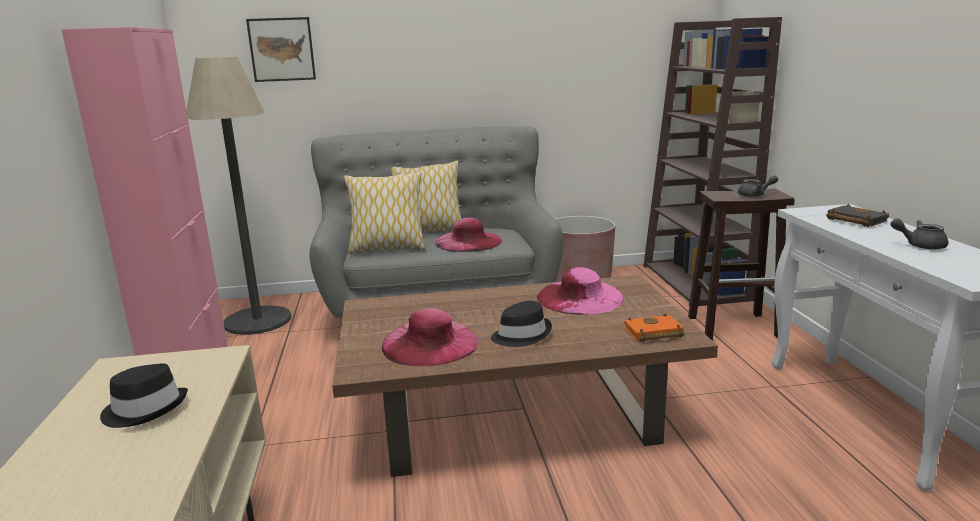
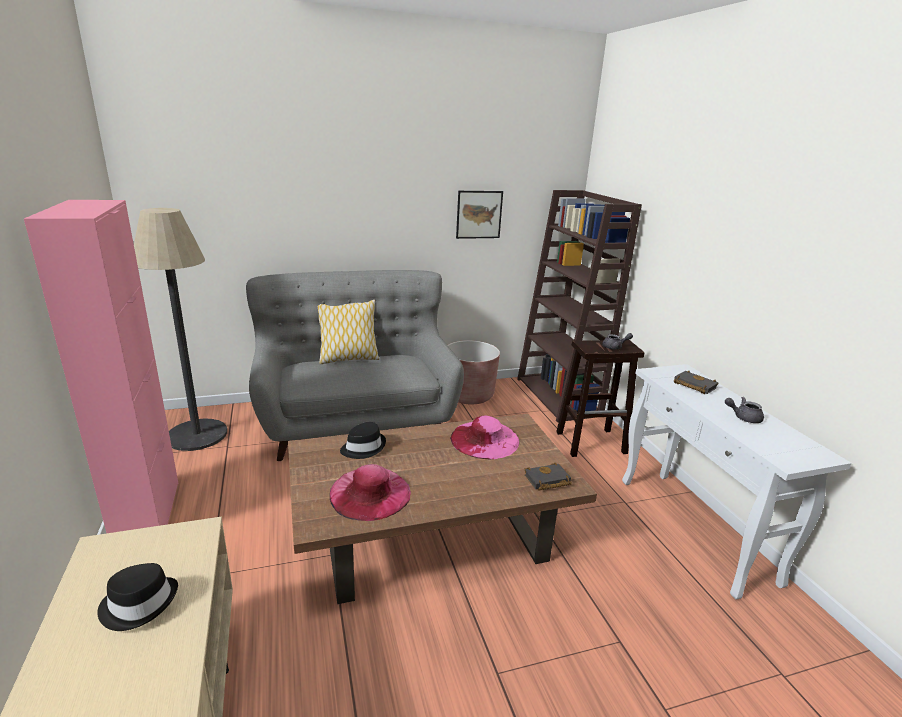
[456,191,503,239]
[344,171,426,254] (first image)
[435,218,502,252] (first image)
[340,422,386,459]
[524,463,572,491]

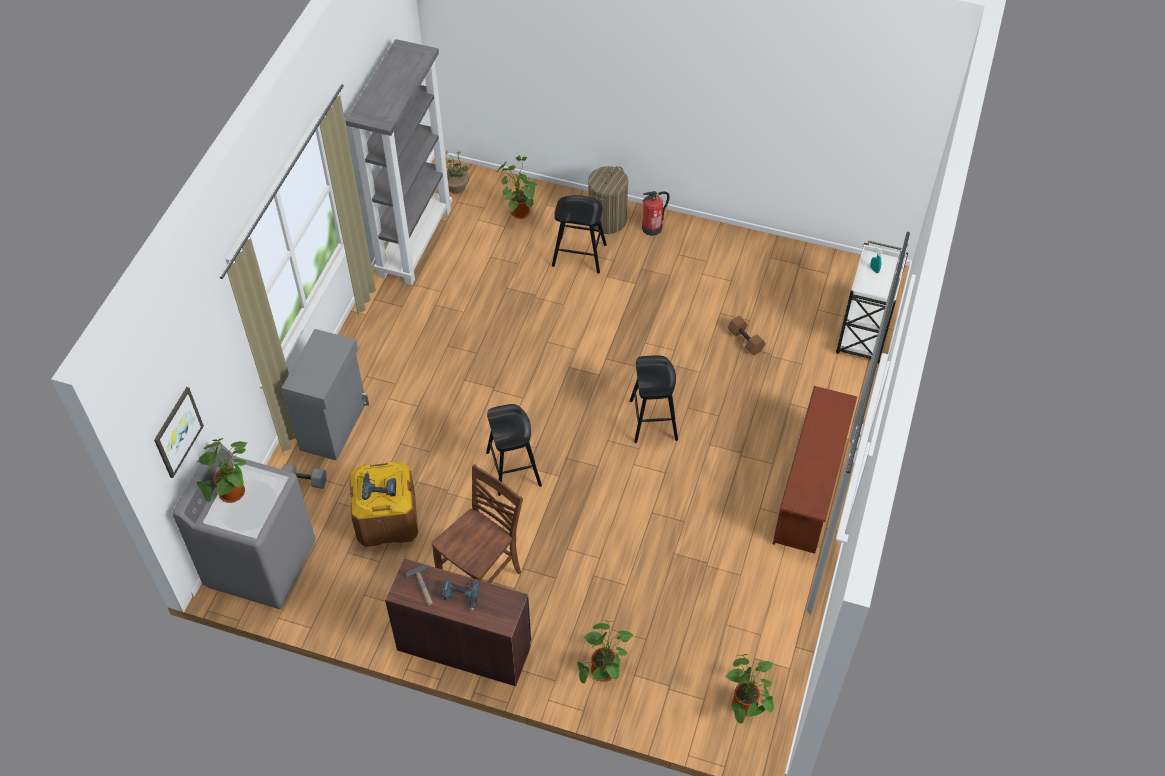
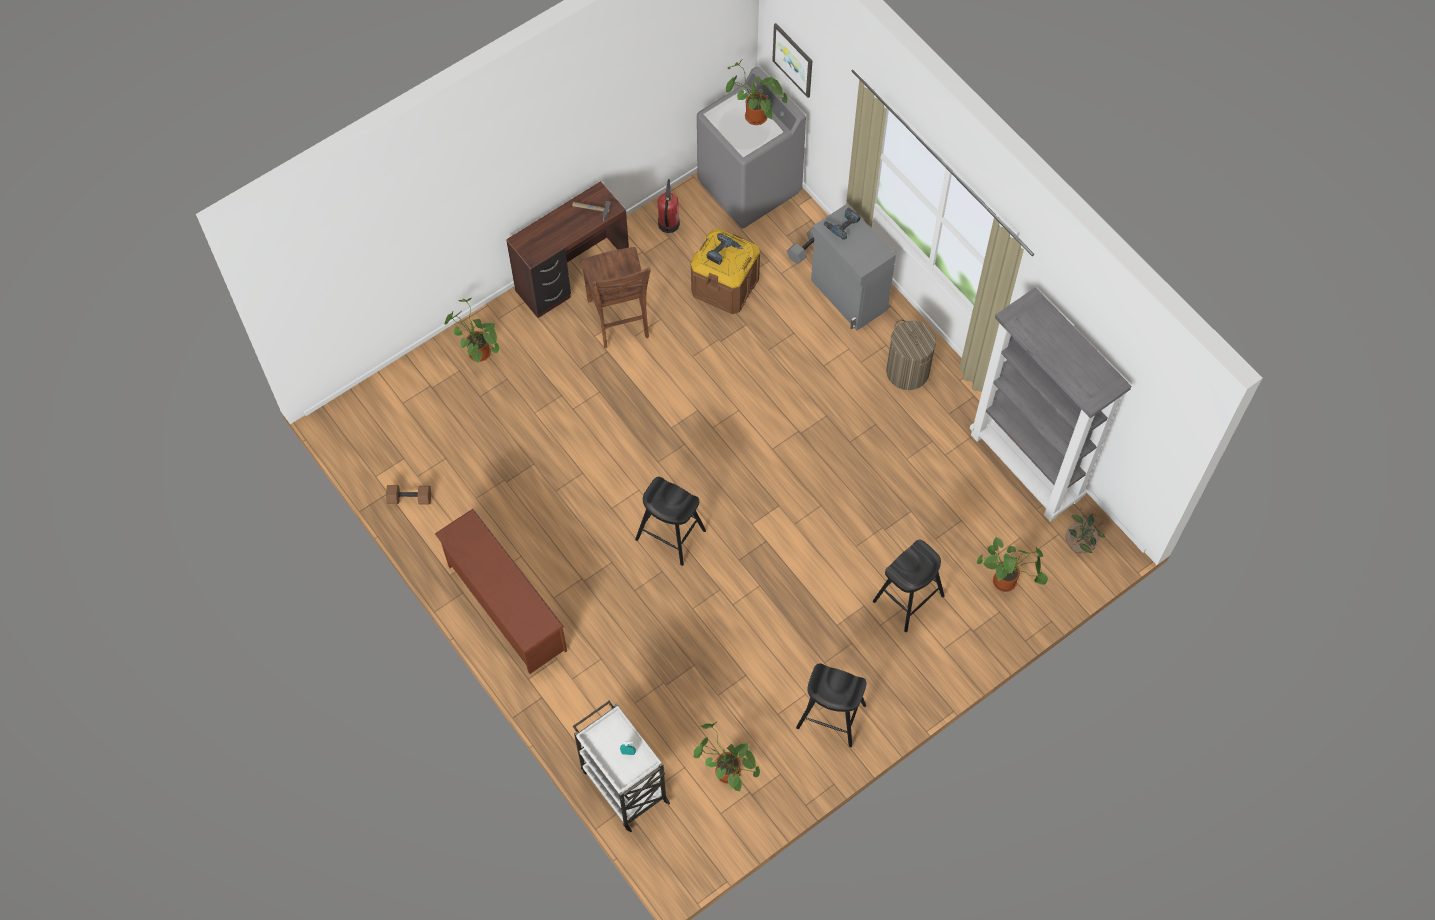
[886,319,936,390]
[658,179,680,233]
[386,485,431,505]
[796,663,866,747]
[822,208,860,240]
[694,721,760,792]

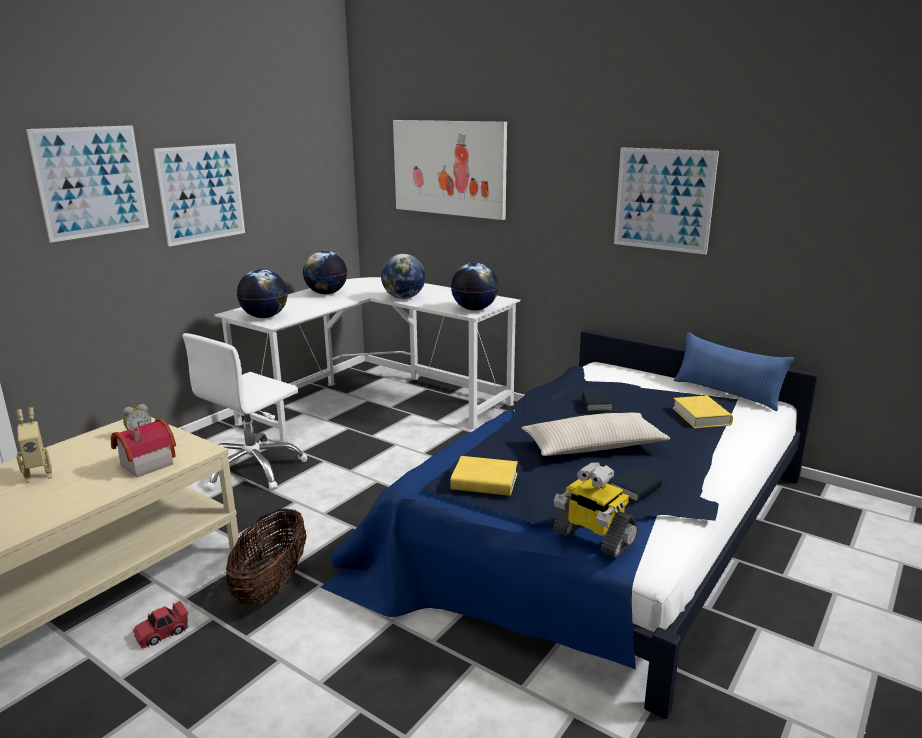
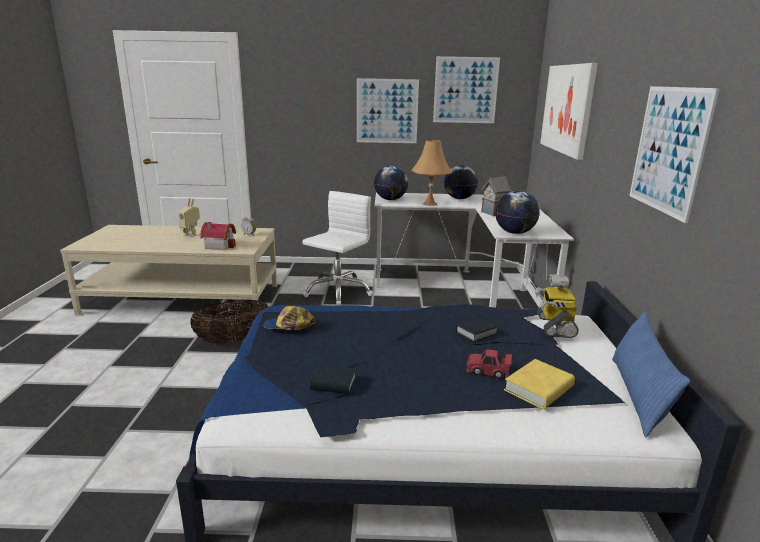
[433,56,500,123]
[481,176,512,217]
[302,191,373,306]
[522,412,670,456] (first image)
[263,306,316,330]
[535,274,578,338]
[466,349,512,379]
[412,140,452,206]

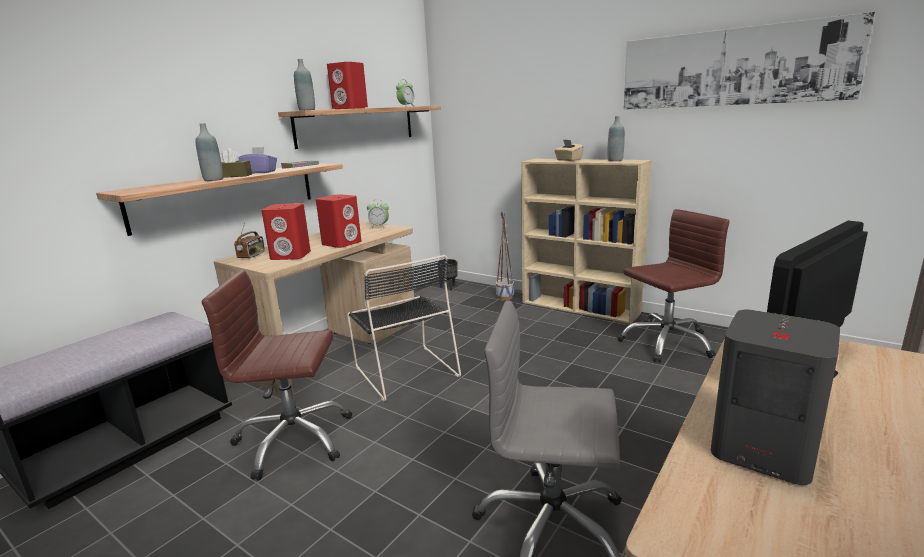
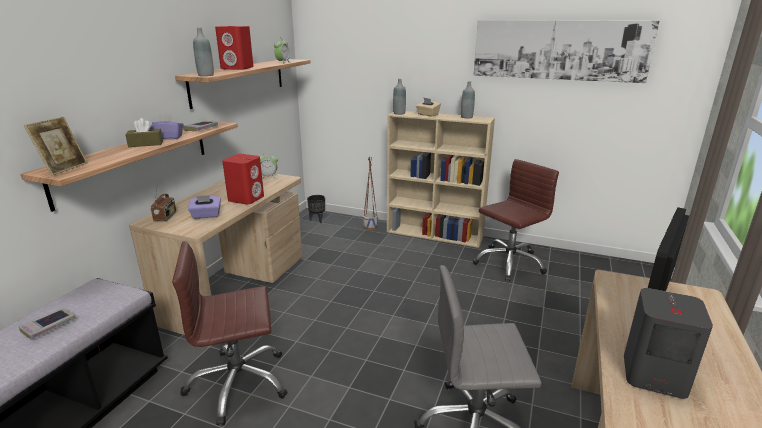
[393,79,406,115]
[188,195,221,219]
[347,255,461,401] (first image)
[24,117,88,176]
[18,308,76,340]

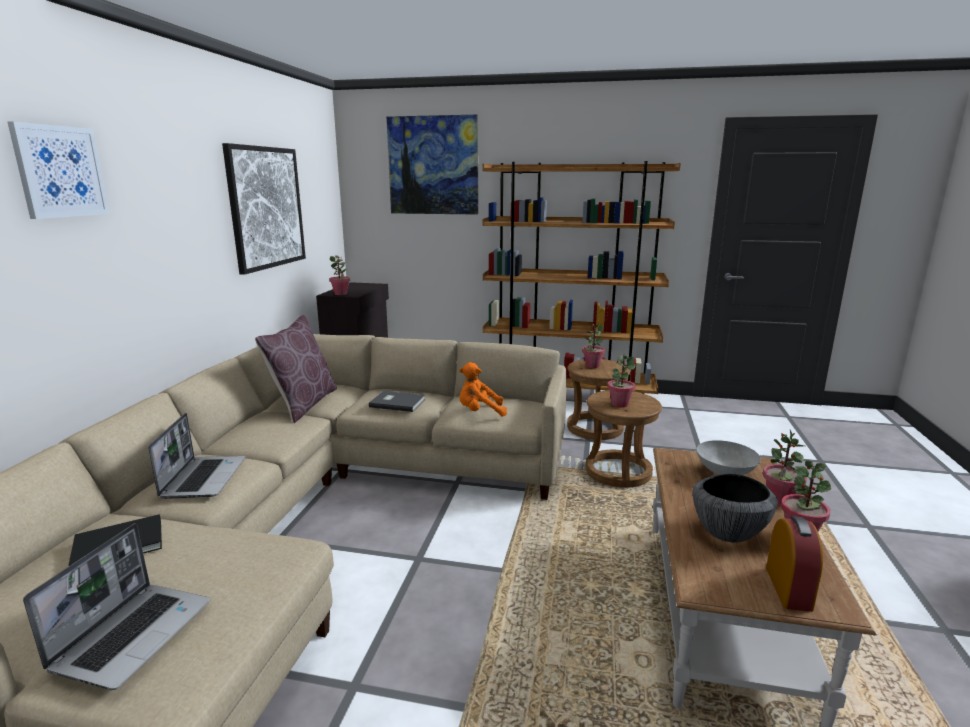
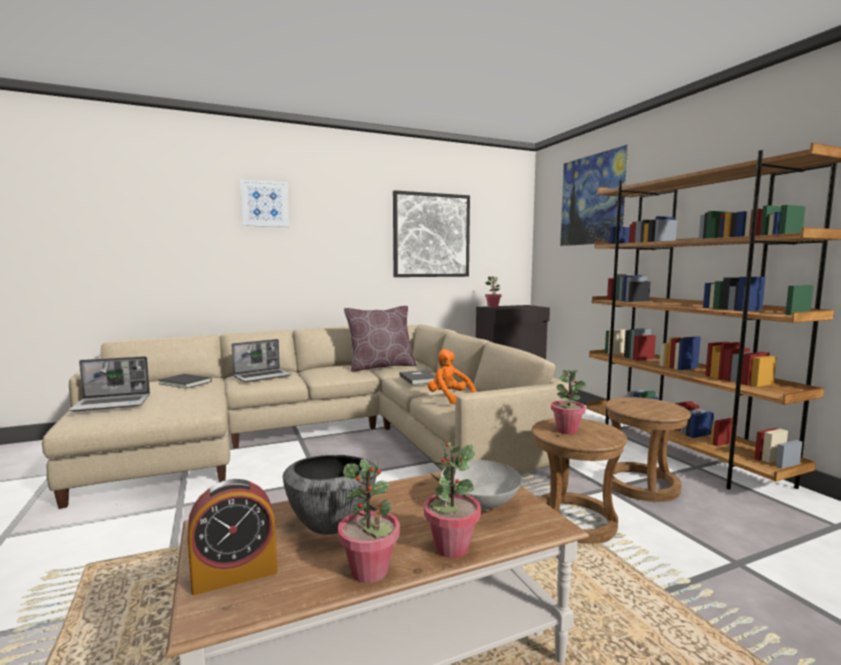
[582,324,605,368] (first image)

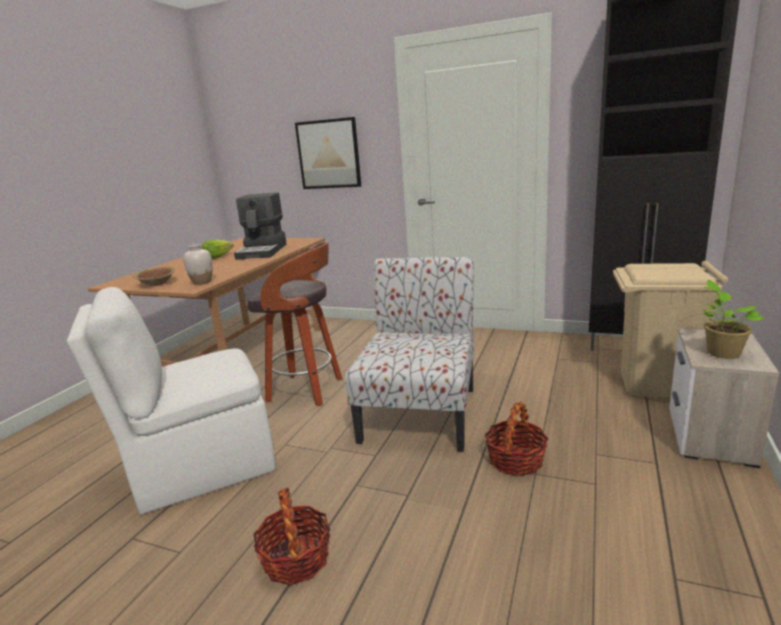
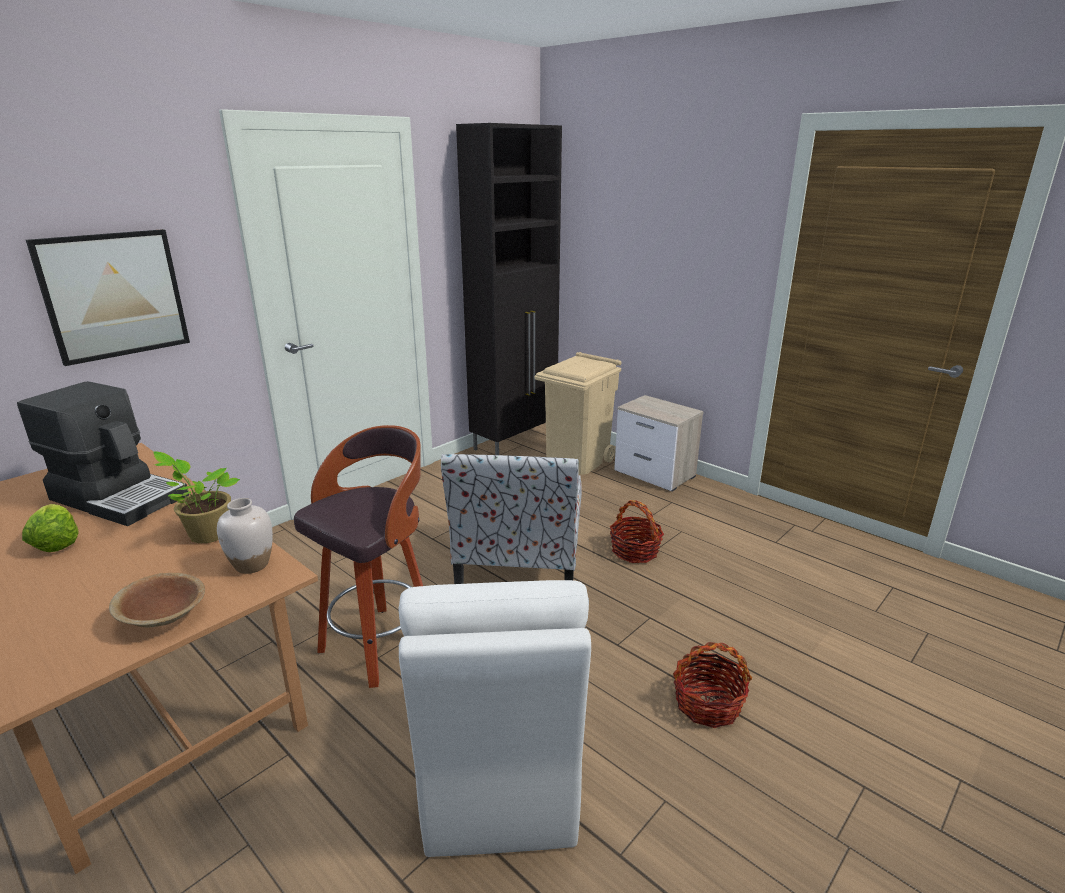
[441,454,582,584]
[153,451,240,543]

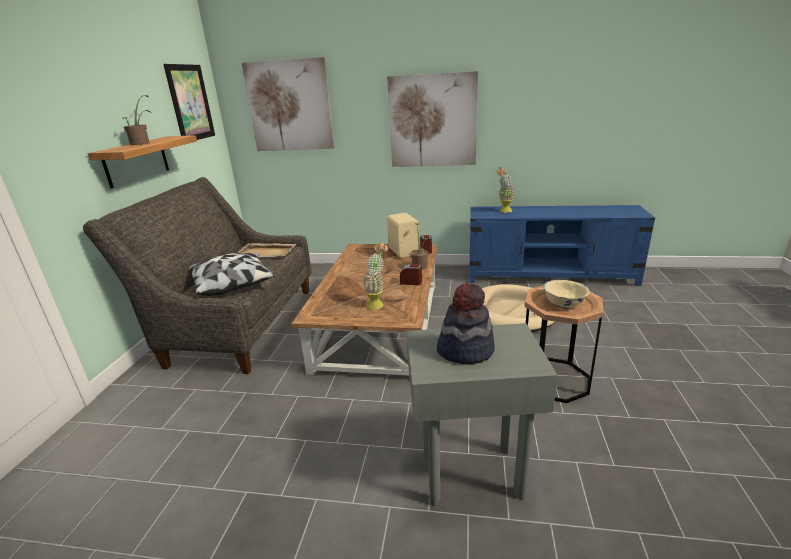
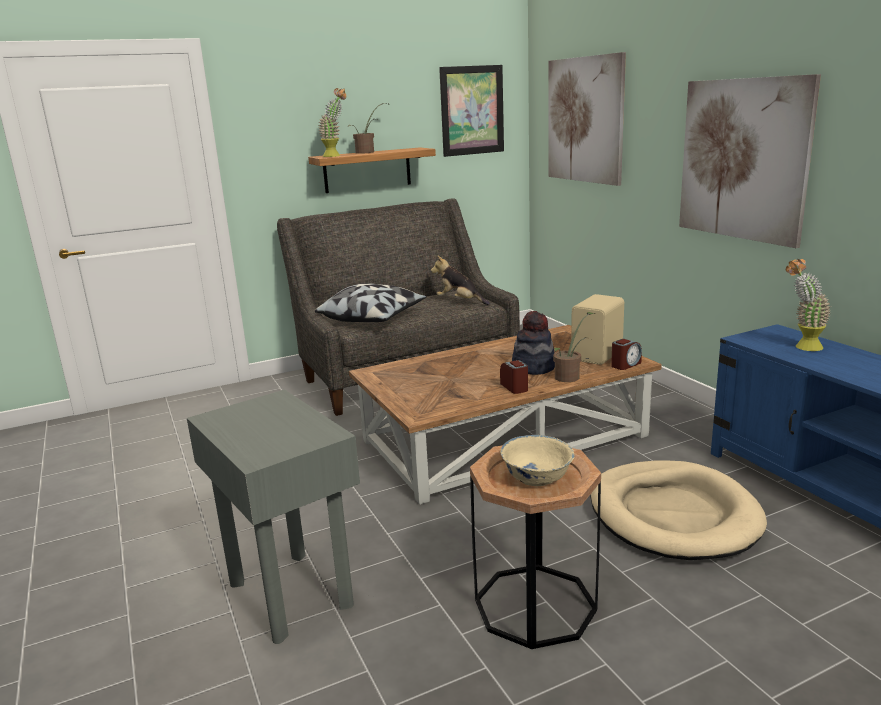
[318,88,346,157]
[431,256,490,305]
[512,311,555,375]

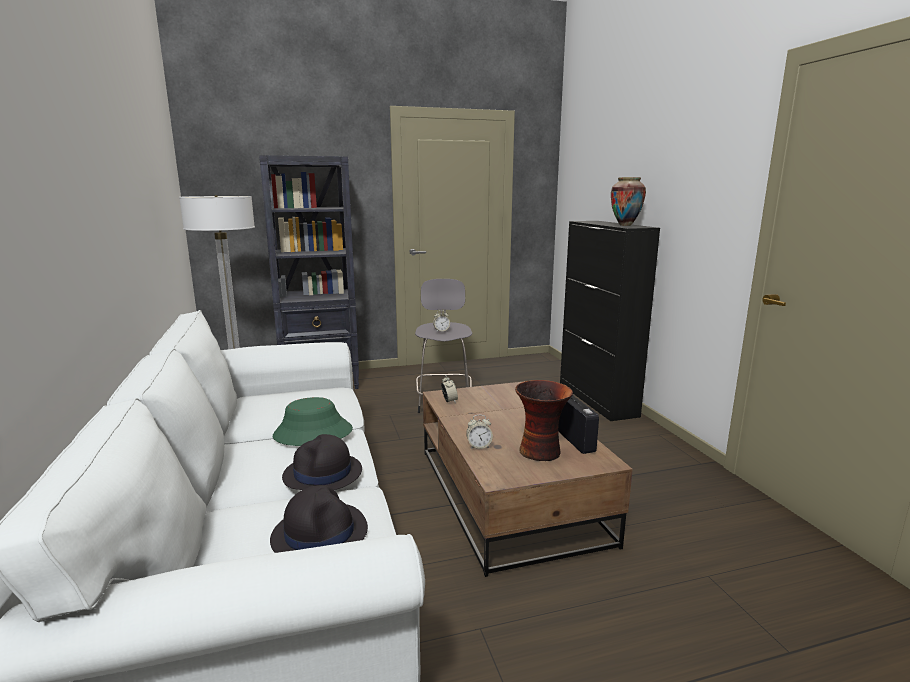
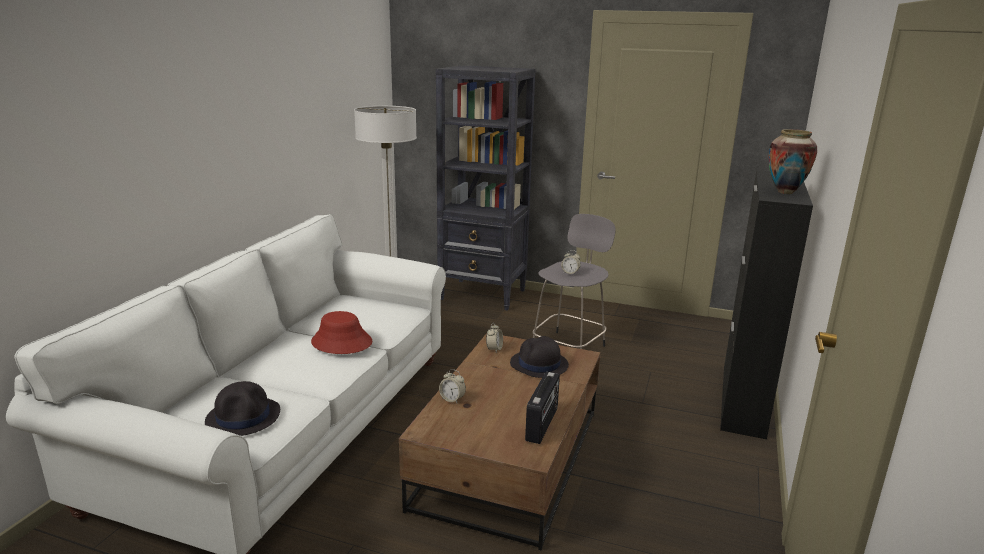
[515,380,573,461] (first image)
[311,311,372,354]
[510,336,569,378]

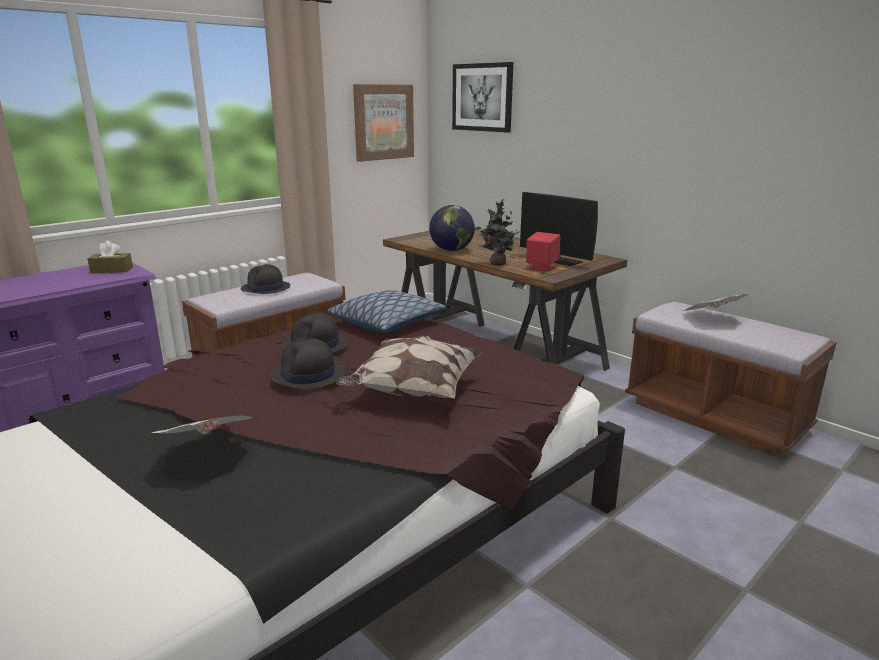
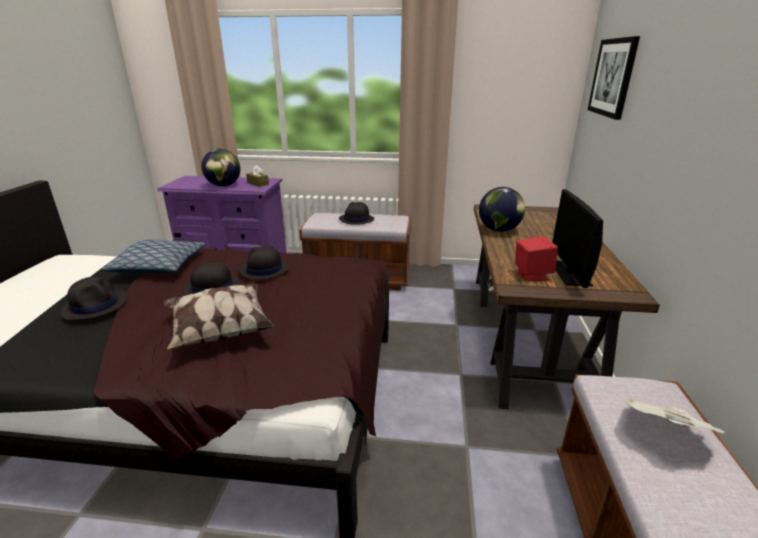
[353,84,414,162] (first image)
[475,199,521,265] (first image)
[102,239,205,273]
[61,277,127,320]
[201,149,240,186]

